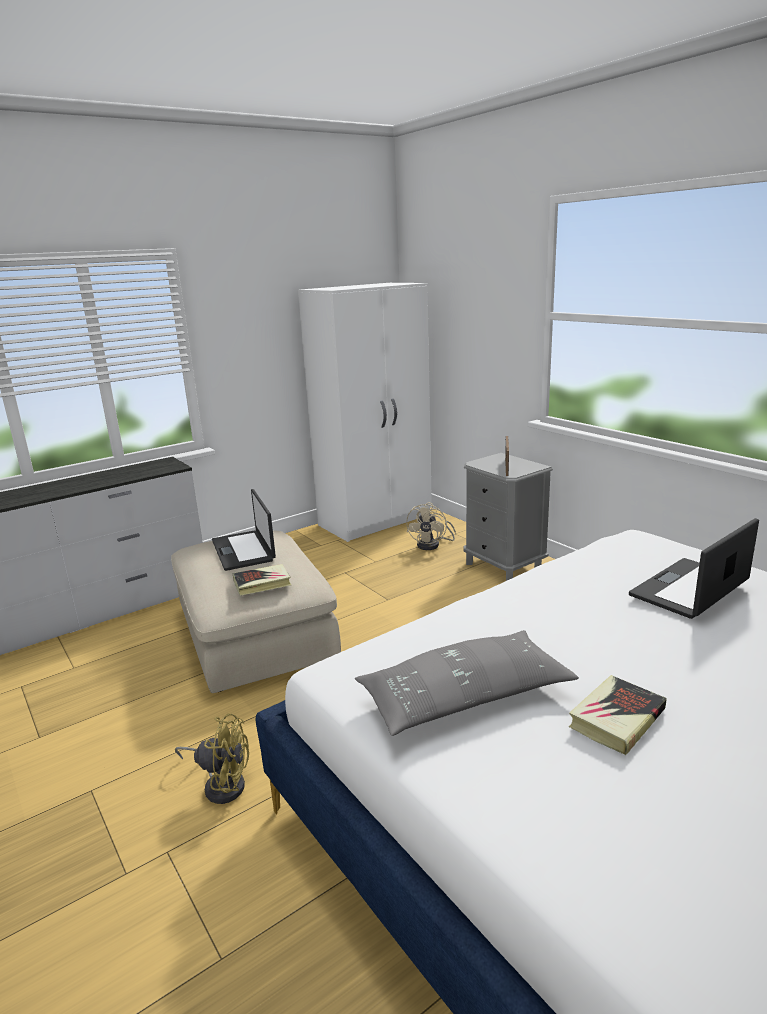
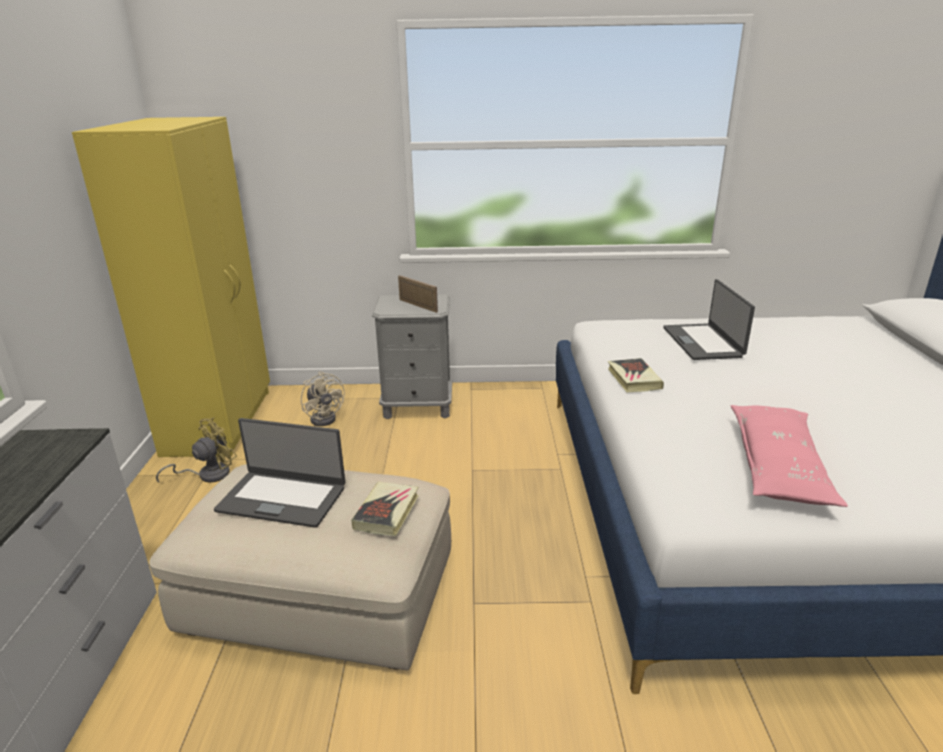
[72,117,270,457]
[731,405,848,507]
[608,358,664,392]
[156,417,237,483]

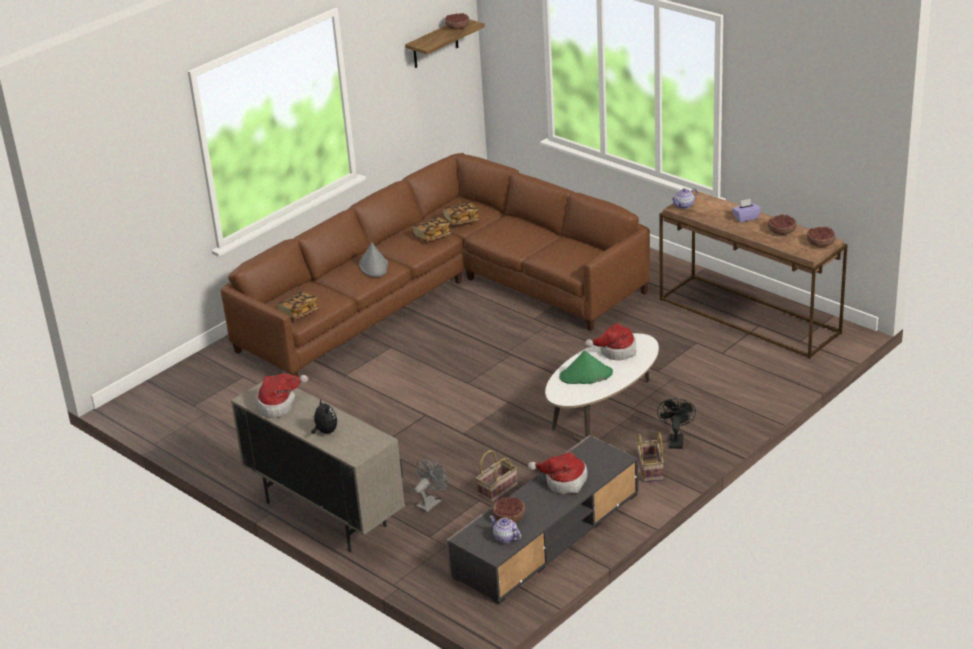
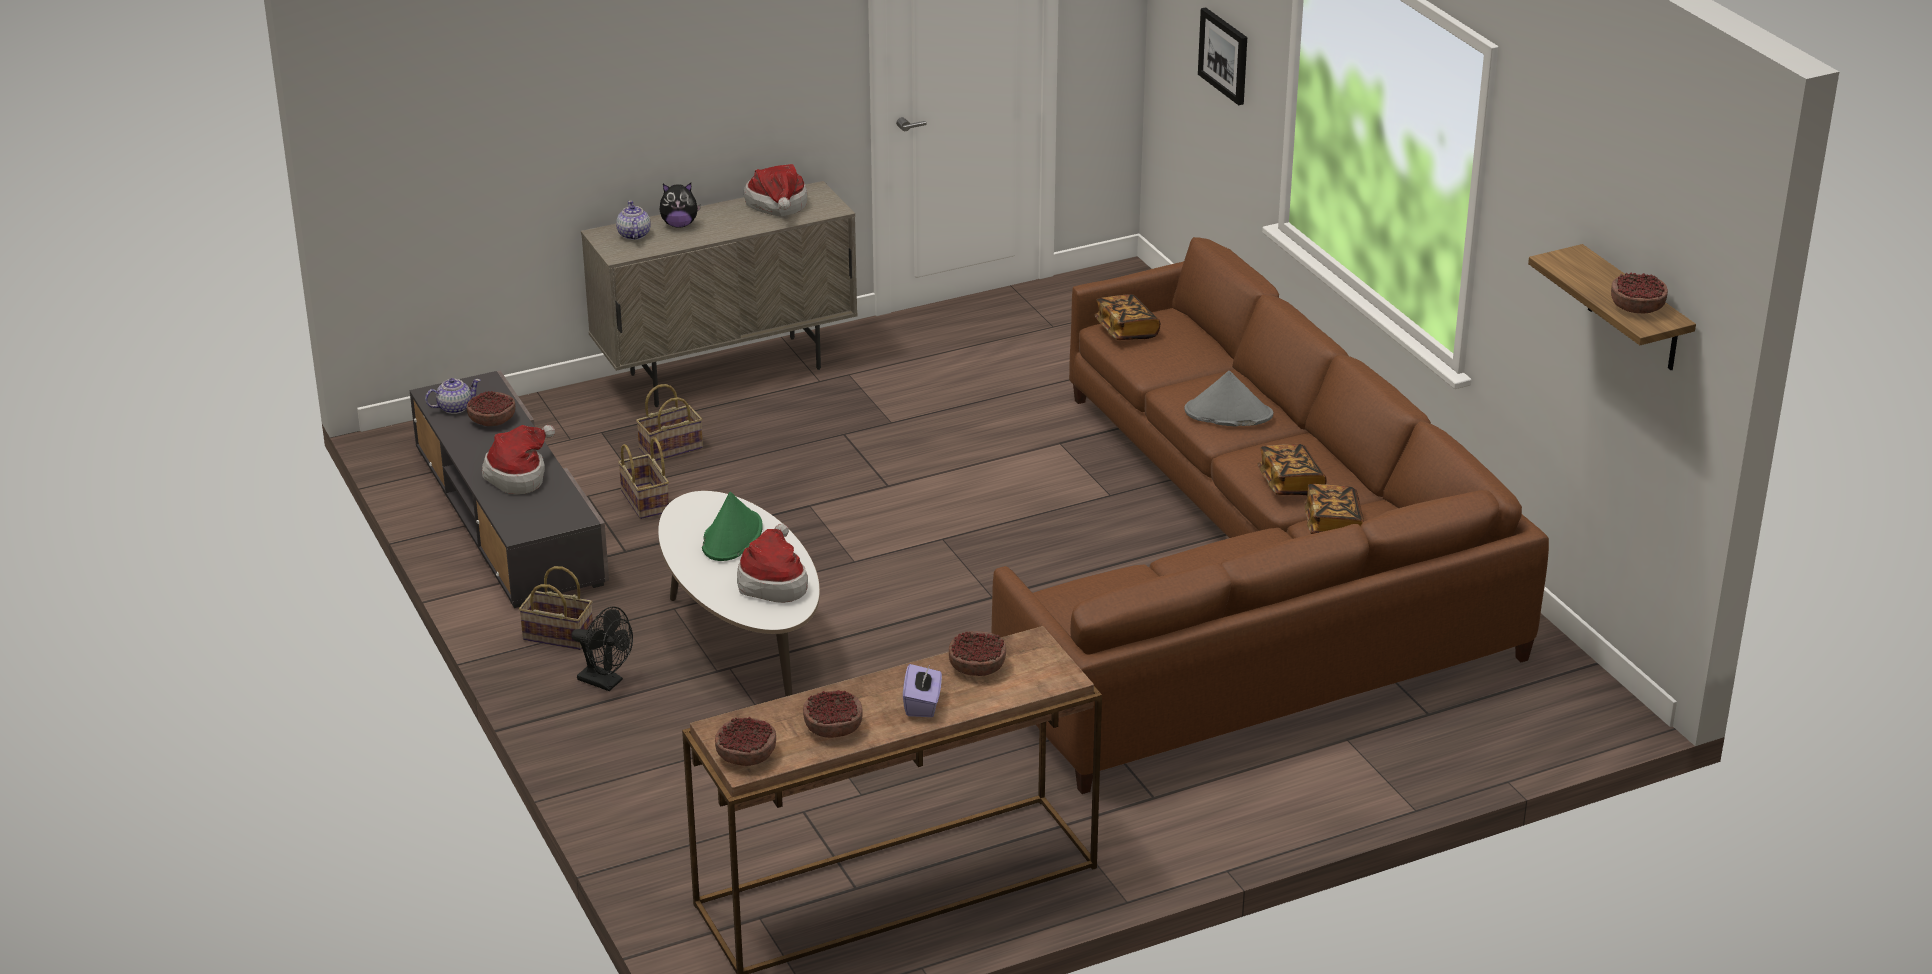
[616,201,651,240]
[636,384,703,461]
[1198,8,1247,105]
[949,631,1006,676]

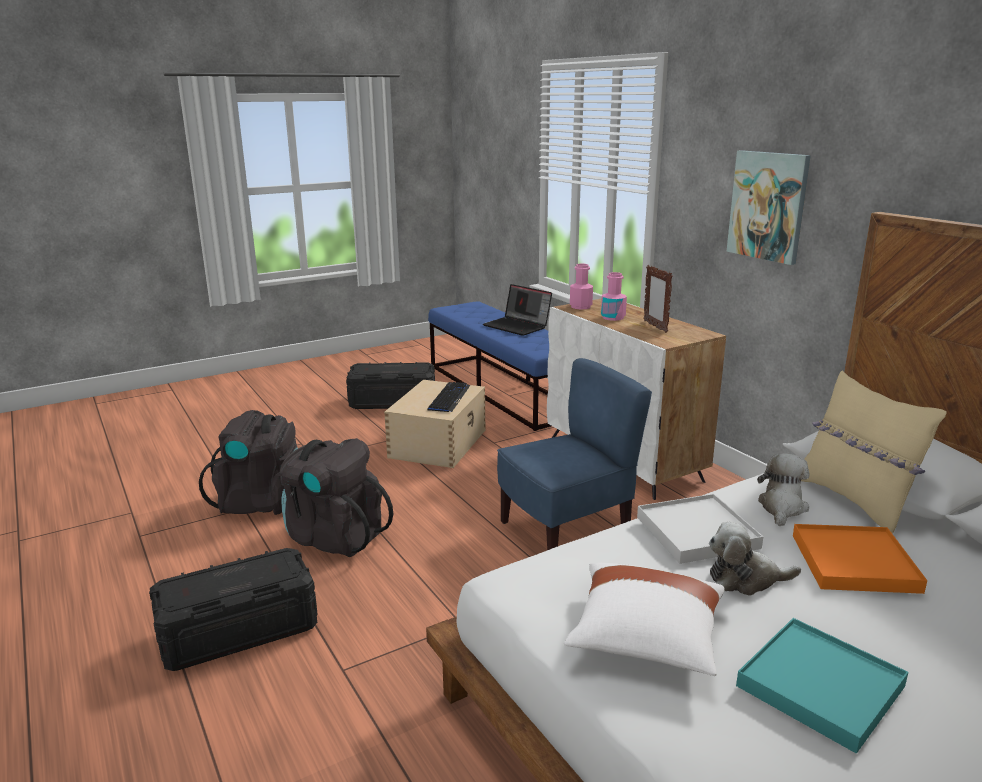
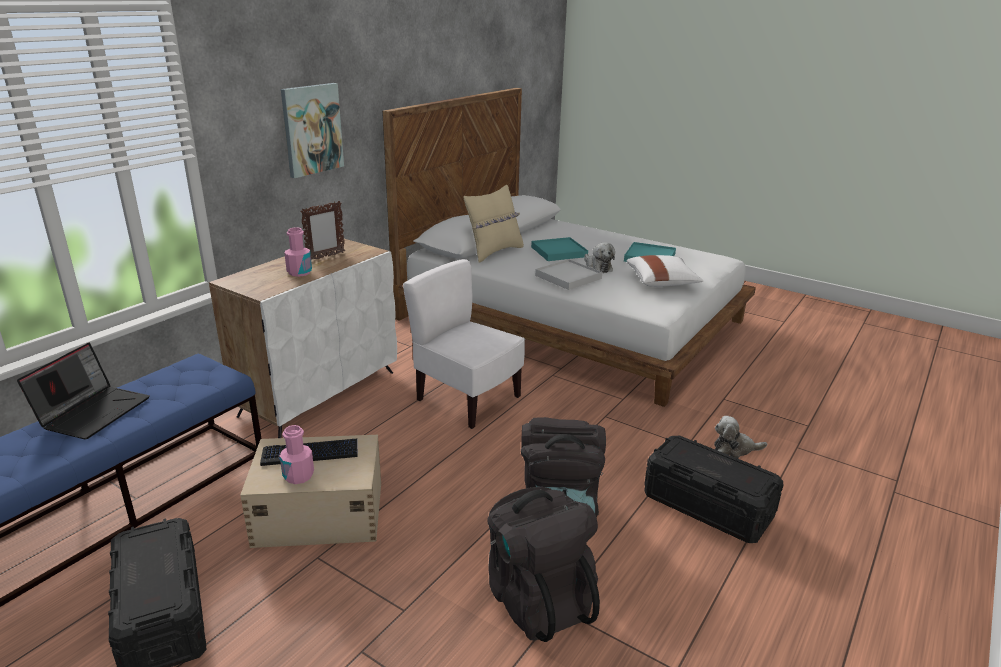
[280,425,314,484]
[403,259,525,429]
[714,416,767,458]
[531,237,588,261]

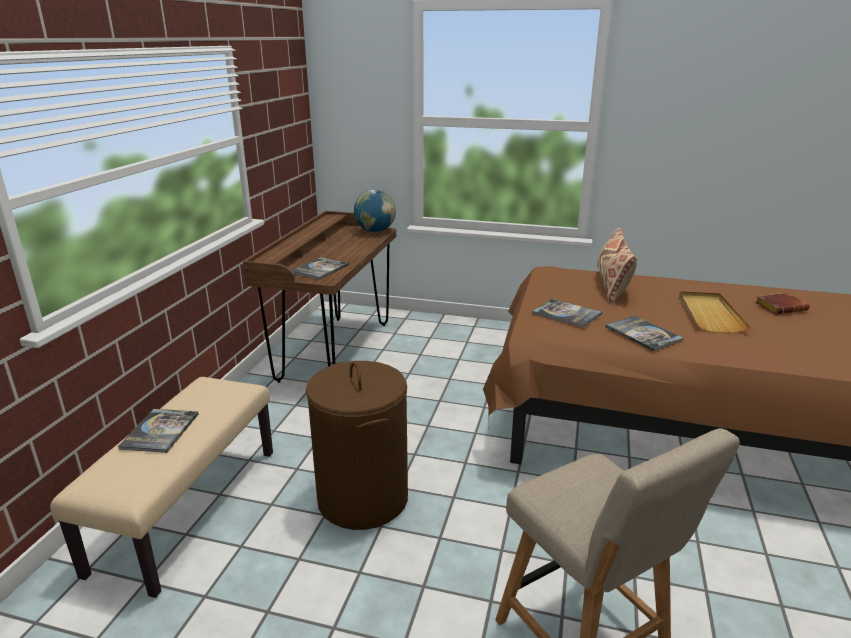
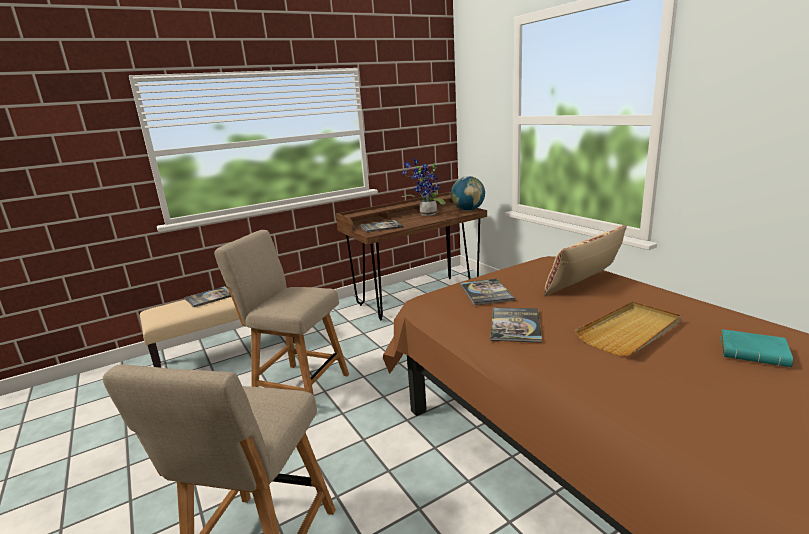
[720,329,793,367]
[214,230,349,395]
[402,159,446,216]

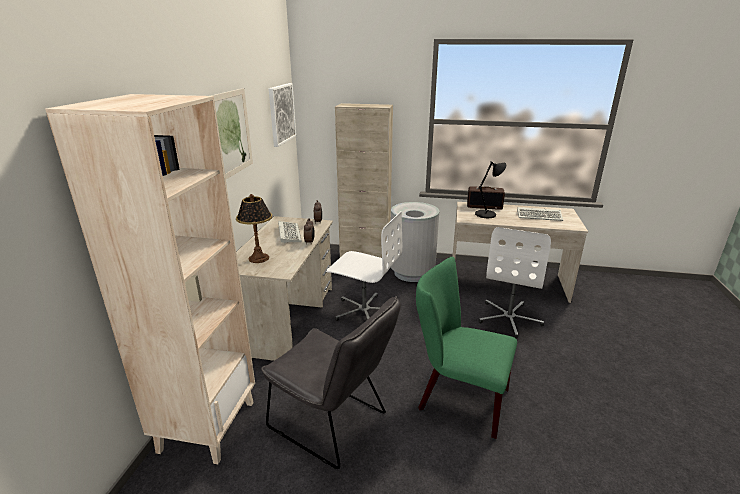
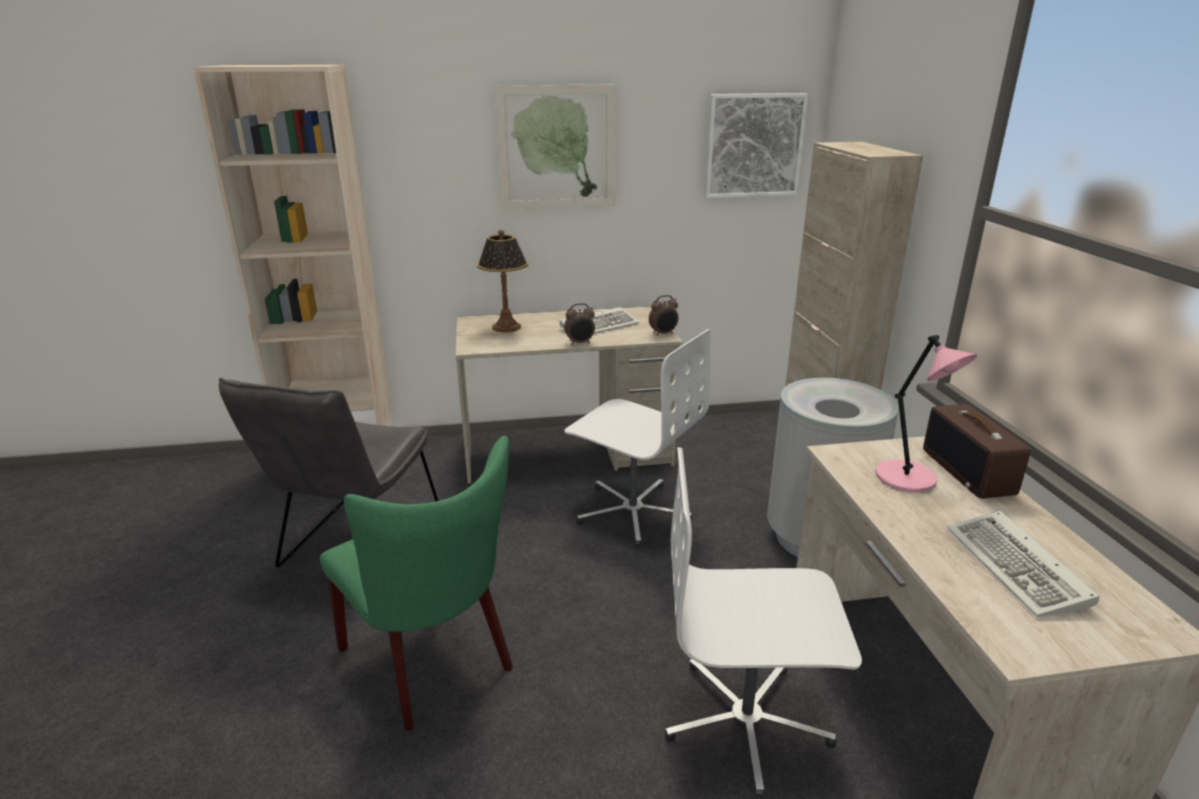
[875,335,977,493]
[564,329,710,547]
[320,436,513,730]

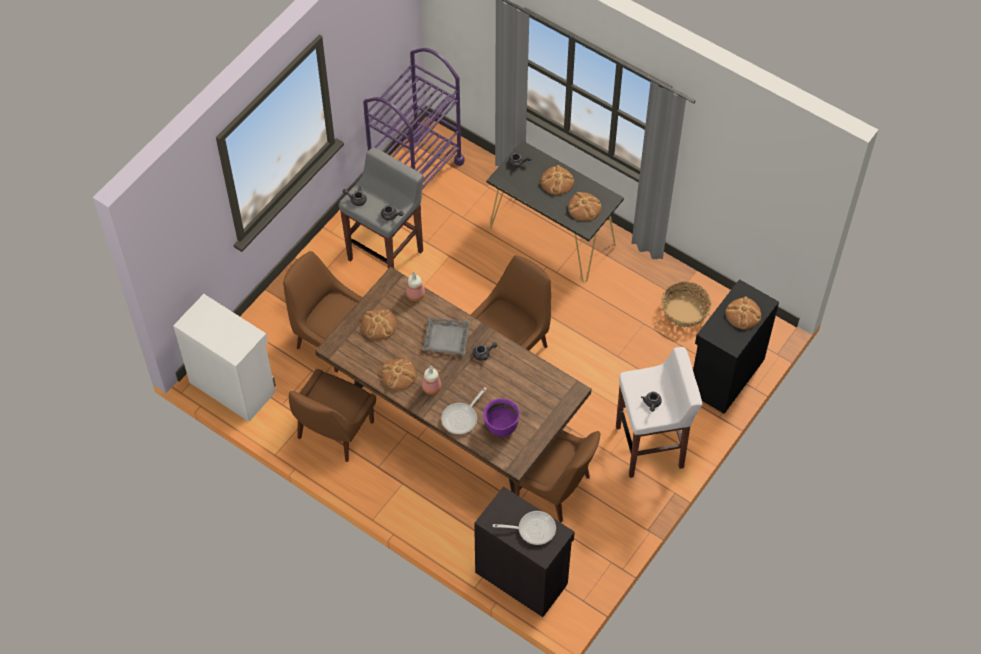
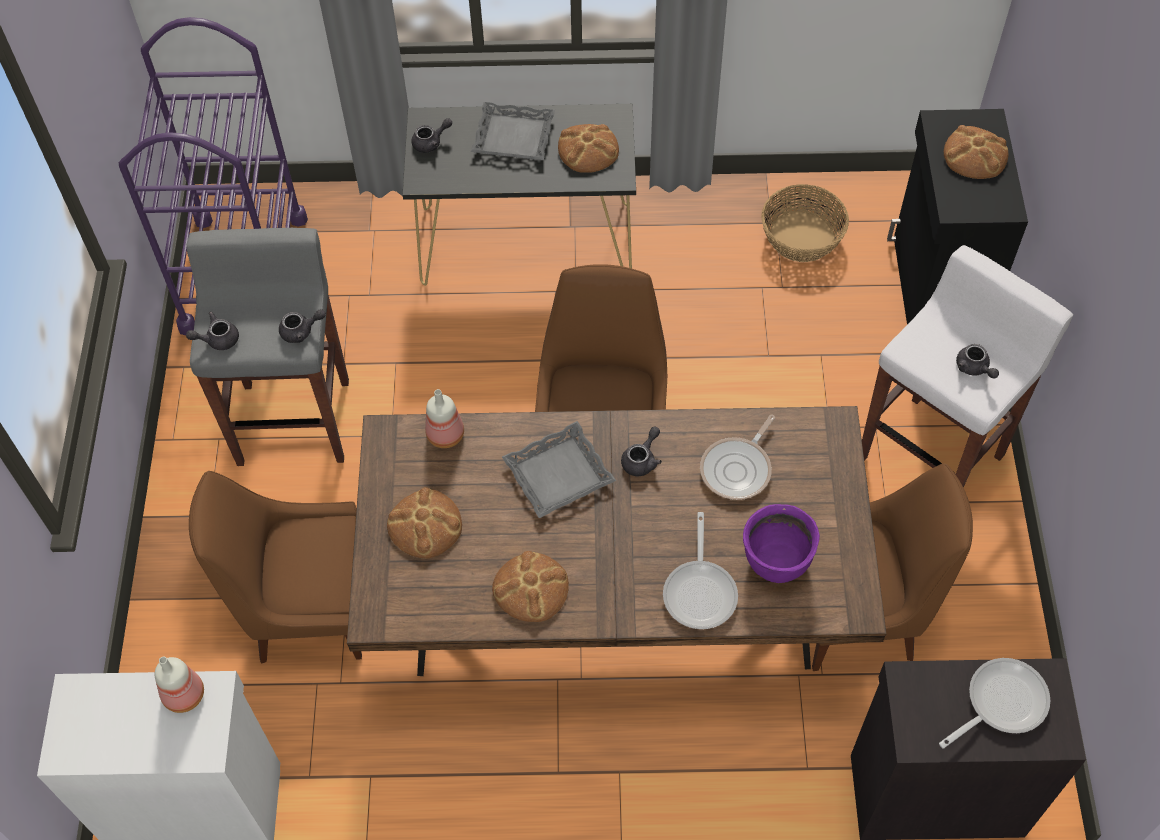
[471,102,555,160]
[154,657,204,713]
[289,369,376,462] (first image)
[700,414,775,500]

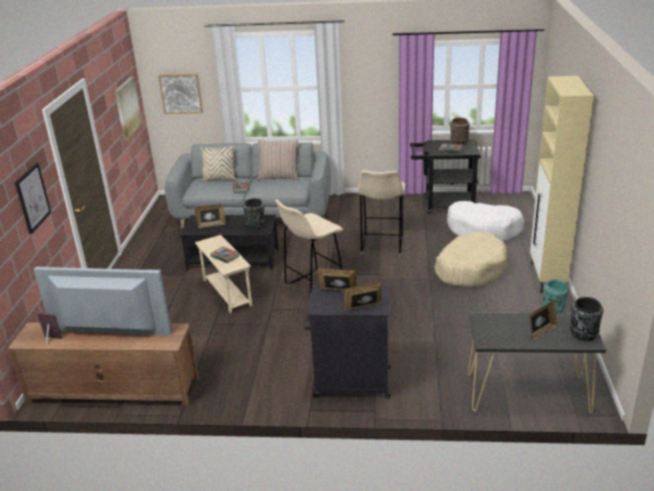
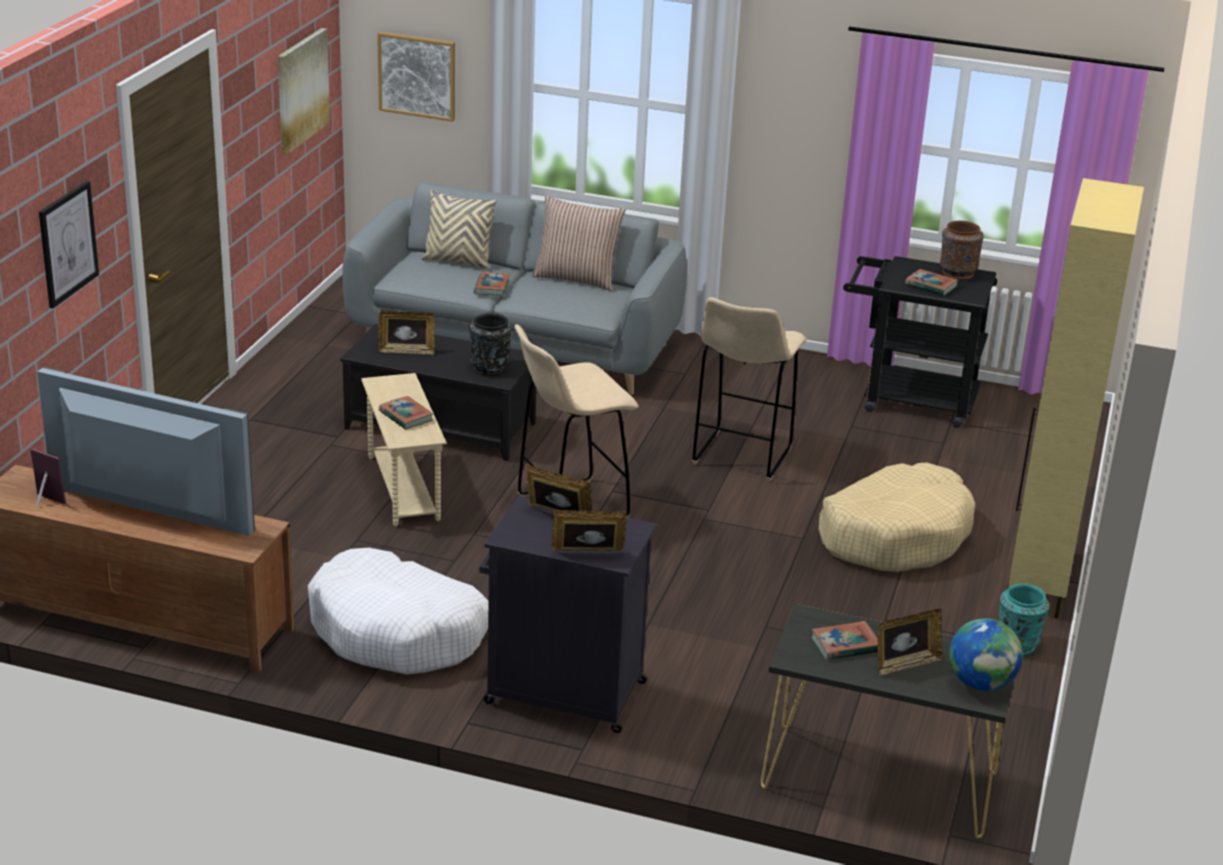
[308,548,489,674]
[949,618,1023,691]
[811,621,878,660]

